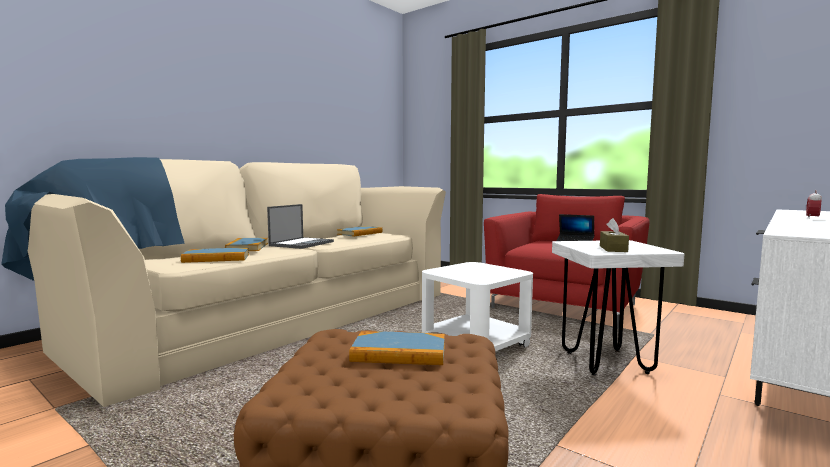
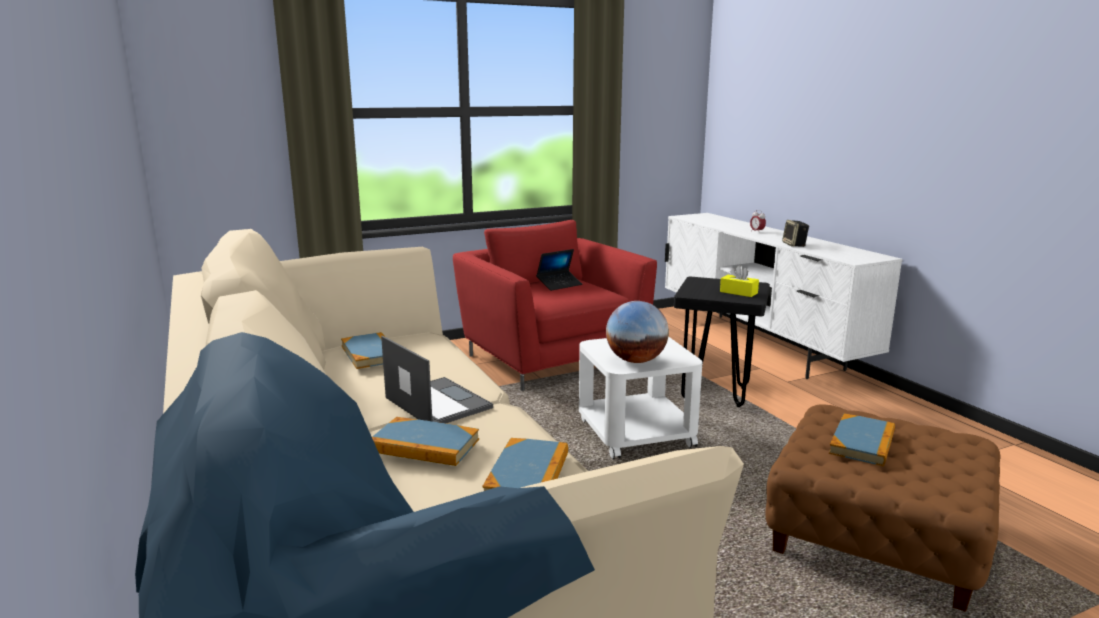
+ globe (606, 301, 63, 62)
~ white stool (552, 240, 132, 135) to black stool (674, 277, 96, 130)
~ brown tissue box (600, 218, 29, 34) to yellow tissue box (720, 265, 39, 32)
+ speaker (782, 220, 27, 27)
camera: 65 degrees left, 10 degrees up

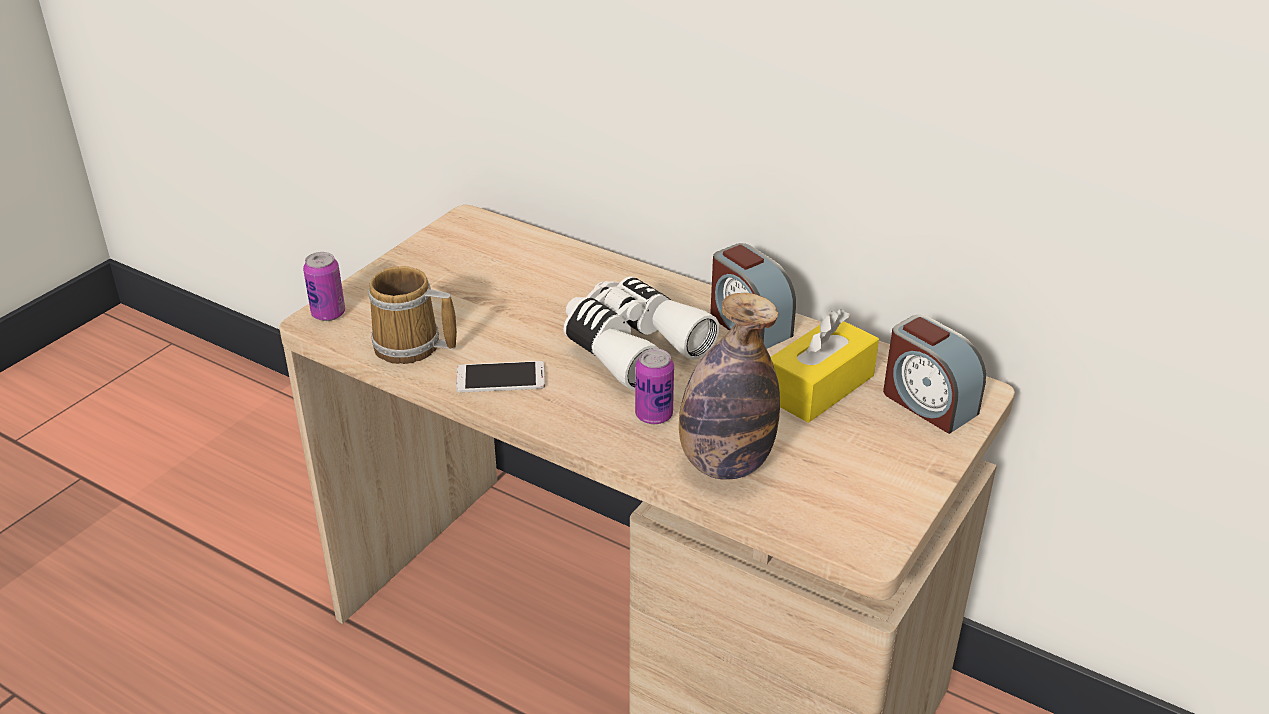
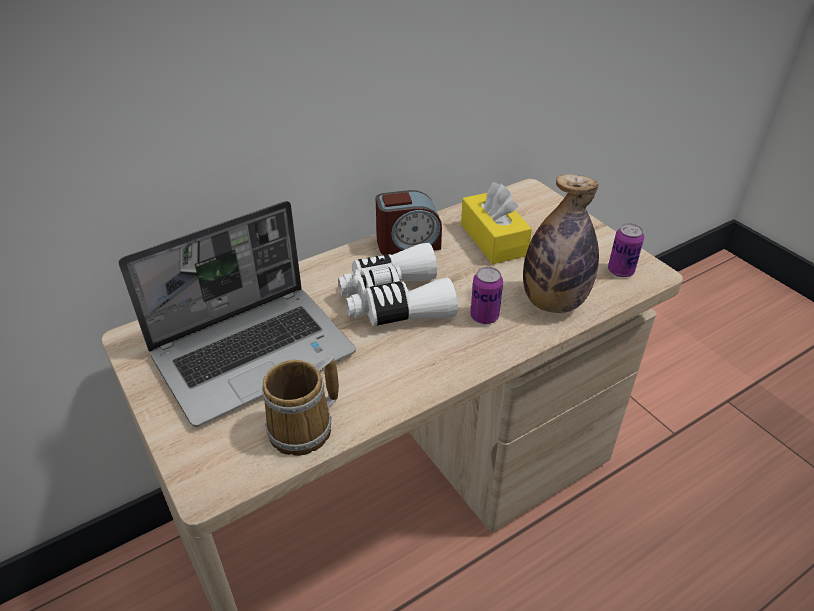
+ laptop (119, 201, 237, 226)
~ can (303, 252, 42, 69) to (608, 223, 36, 54)
- phone (456, 361, 89, 32)
- alarm clock (883, 315, 103, 119)
camera: 65 degrees left, 5 degrees up

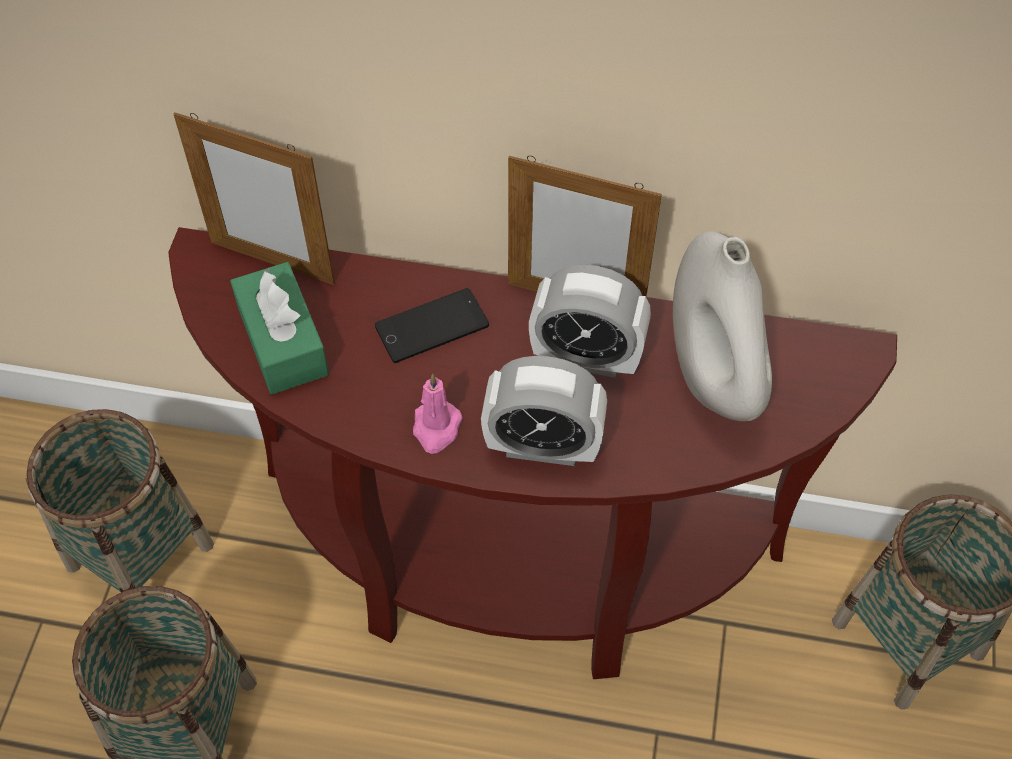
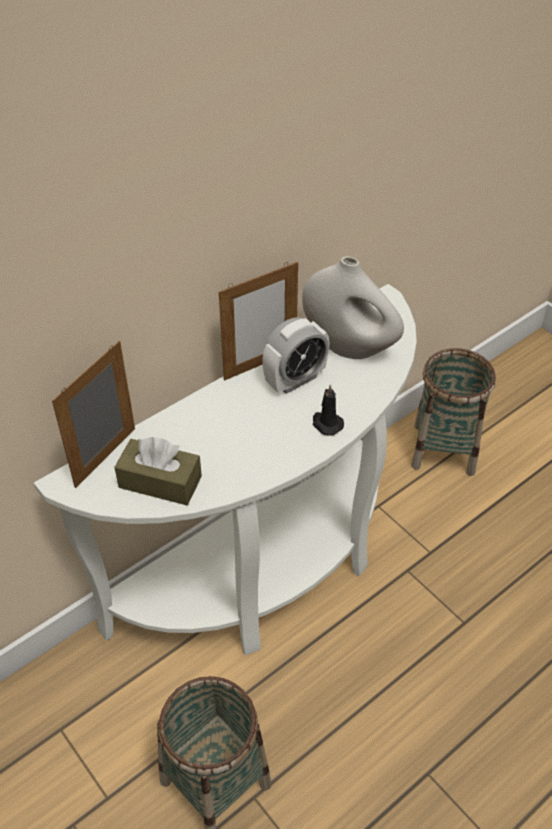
~ brown console table (168, 227, 729, 452) to white console table (34, 284, 383, 371)
~ picture frame (174, 112, 161, 173) = (52, 341, 83, 147) 150 degrees clockwise
~ green tissue box (230, 262, 99, 133) to brown tissue box (114, 437, 88, 68)
~ alarm clock (481, 356, 126, 110) to black candle (313, 385, 31, 51)
- basket (26, 409, 188, 183)
- phone (375, 288, 114, 75)
- pink candle (413, 374, 50, 80)
camera: 50 degrees left, 10 degrees down

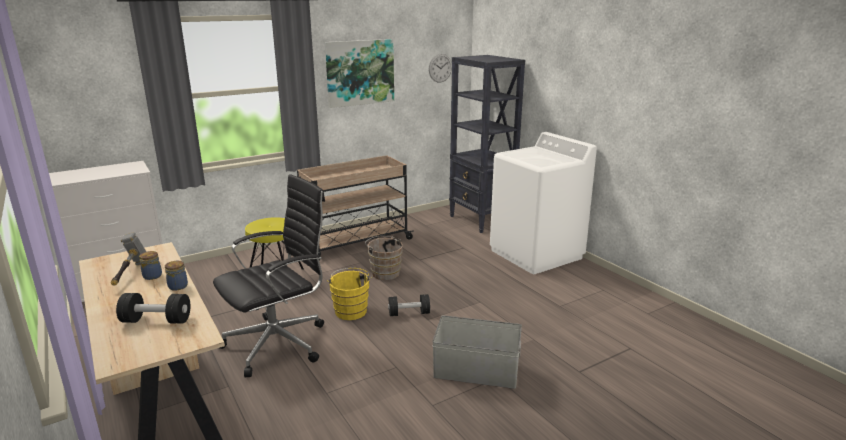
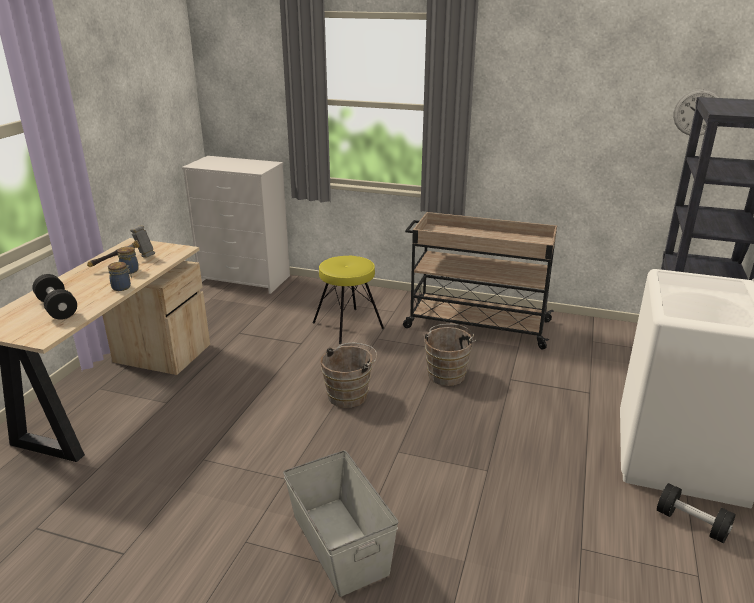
~ yellow bucket (327, 268, 45, 52) to brown bucket (320, 343, 57, 65)
~ black dumbbell (388, 294, 42, 22) to (657, 483, 79, 60)
- black office chair (213, 174, 112, 203)
- picture (325, 39, 69, 69)
camera: 50 degrees right, 5 degrees up

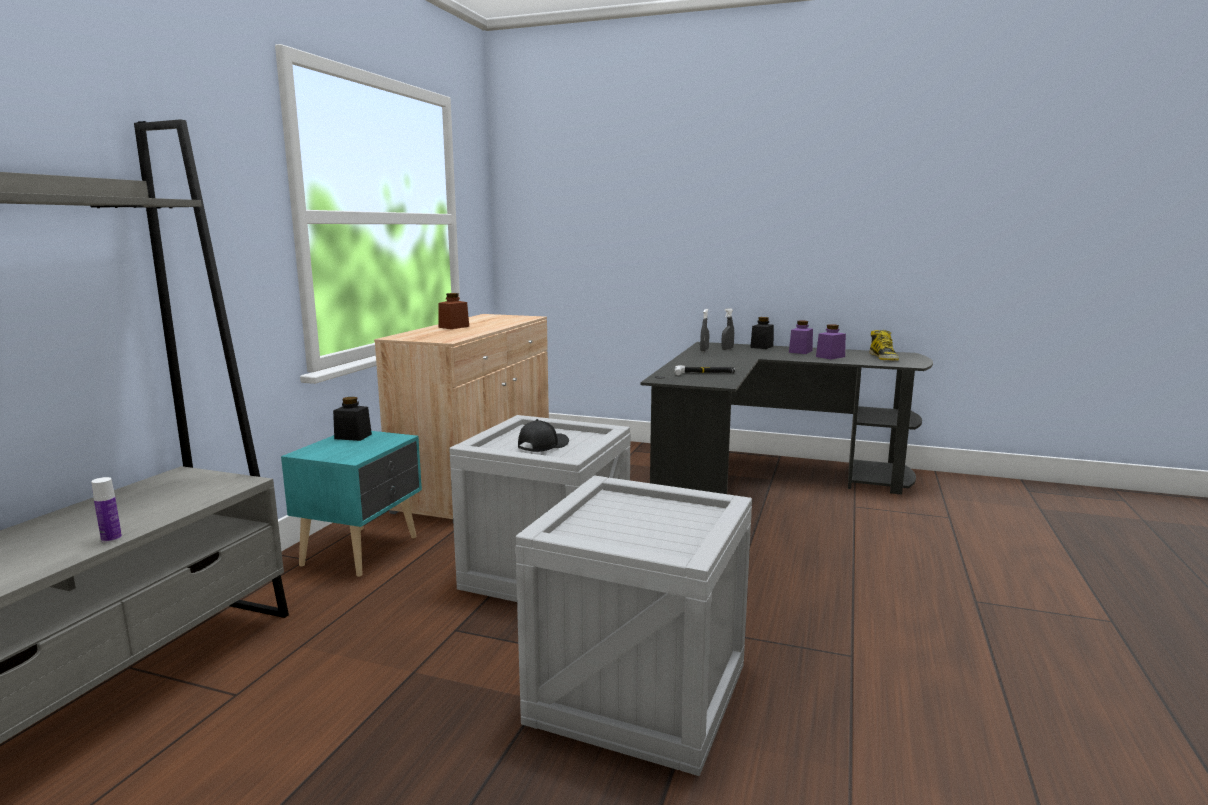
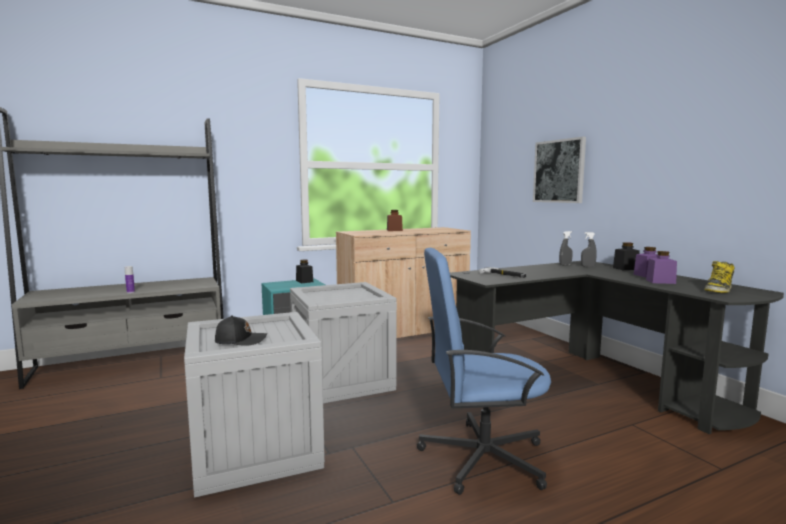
~ black cap (518, 419, 51, 33) to (215, 315, 52, 31)
+ blue office chair (417, 248, 134, 247)
+ picture (533, 137, 53, 66)
camera: 45 degrees right, 5 degrees down

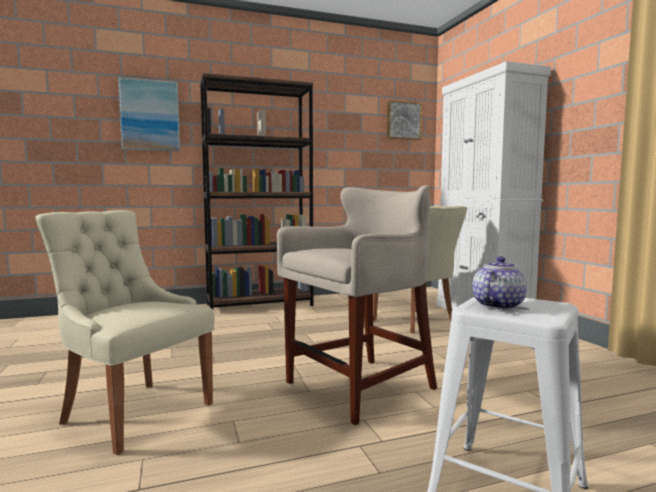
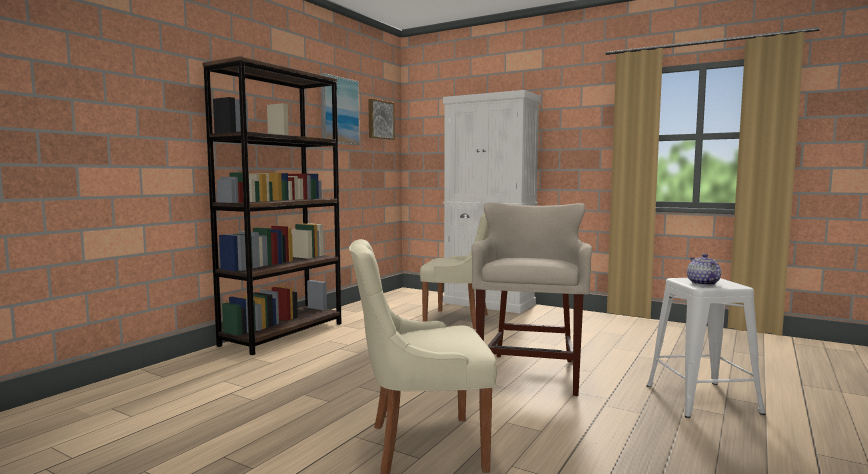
~ picture (118, 77, 62, 74) to (320, 73, 40, 72)
camera: 40 degrees left, 0 degrees up

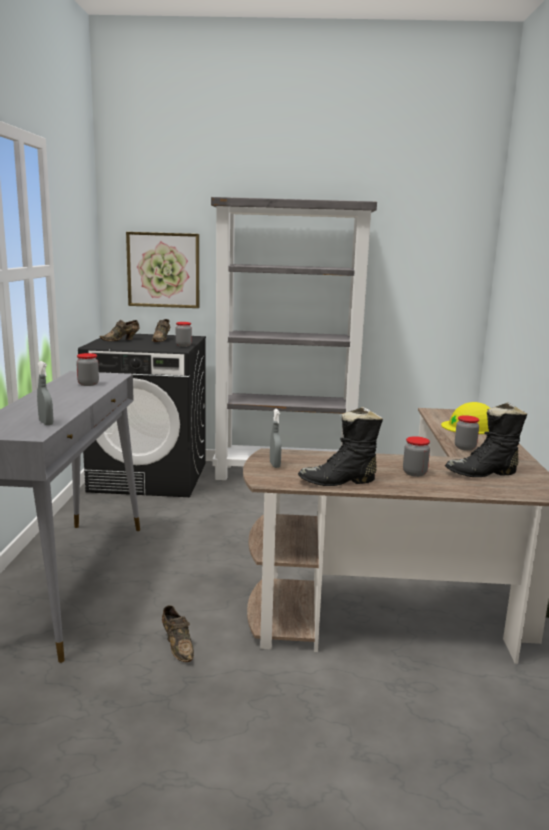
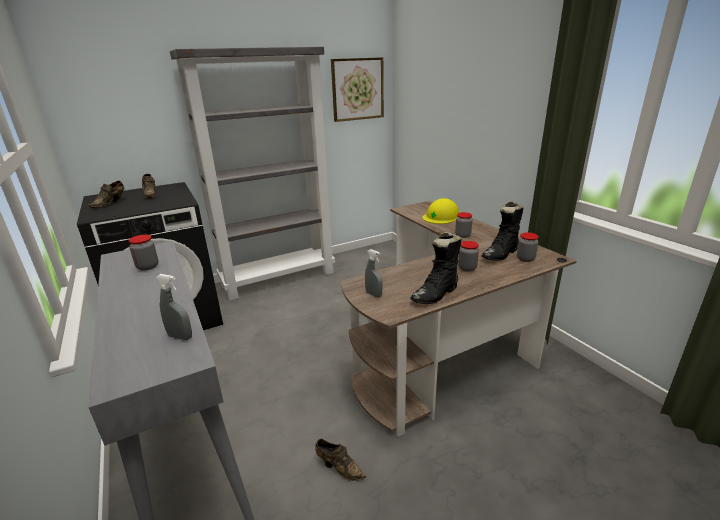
~ picture (126, 232, 73, 76) to (331, 57, 53, 65)
~ jar (176, 322, 16, 25) to (517, 232, 22, 30)
camera: 30 degrees left, 10 degrees up

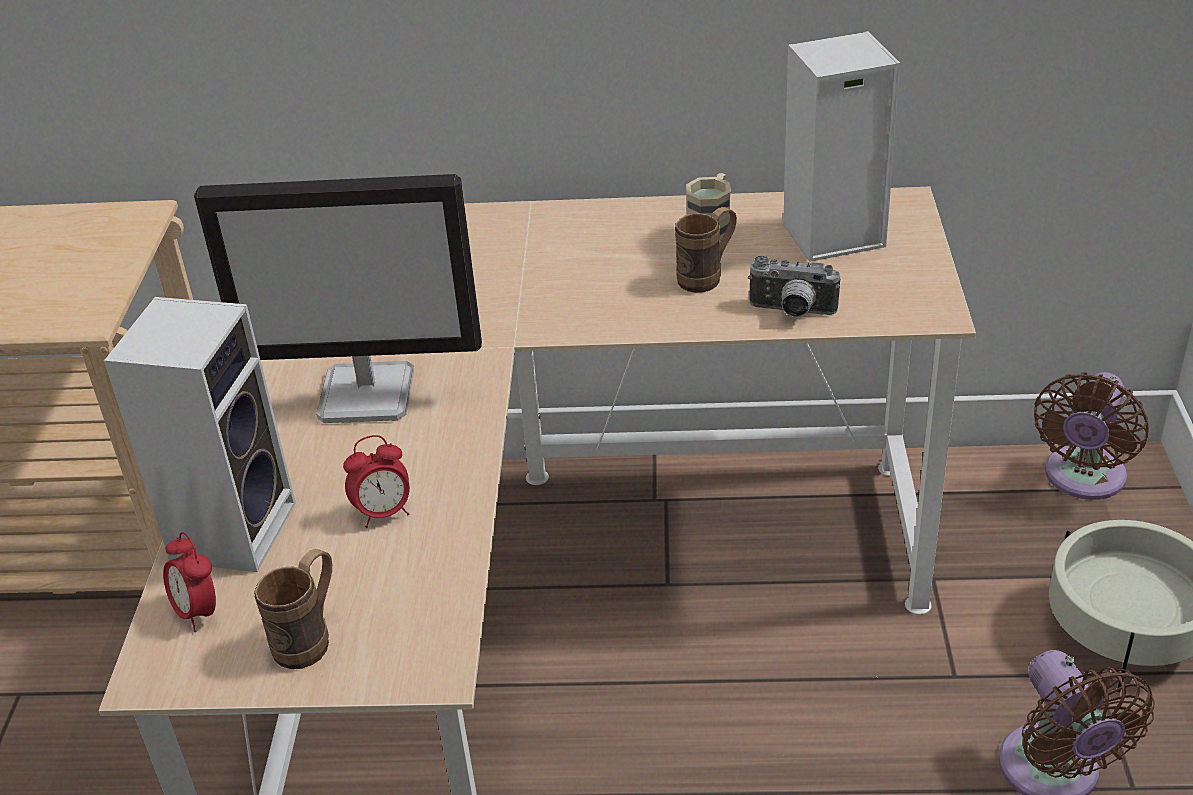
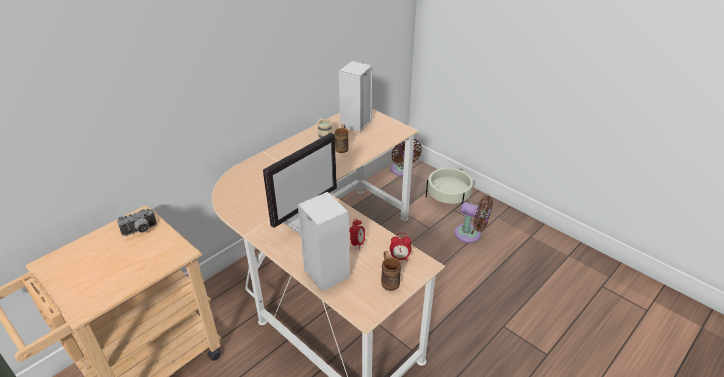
~ photo camera (748, 256, 92, 61) to (117, 209, 40, 27)
~ alarm clock (163, 532, 53, 100) to (390, 233, 22, 29)
camera: 50 degrees left, 0 degrees up

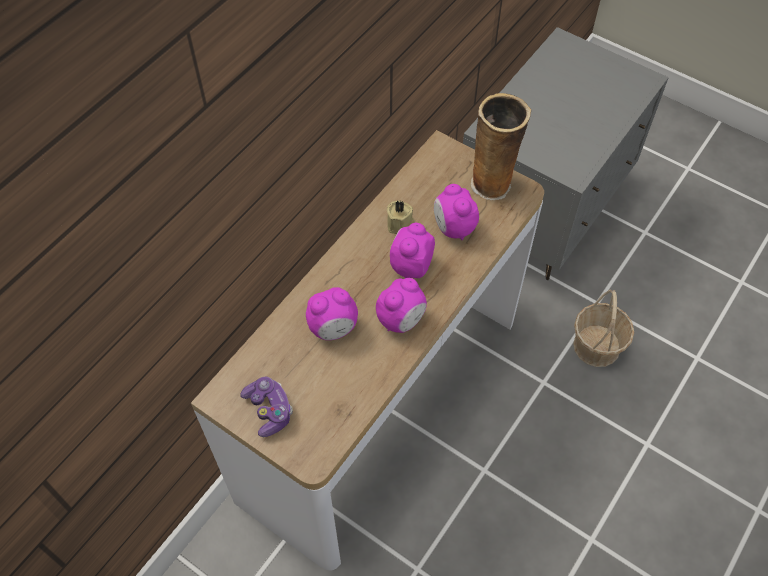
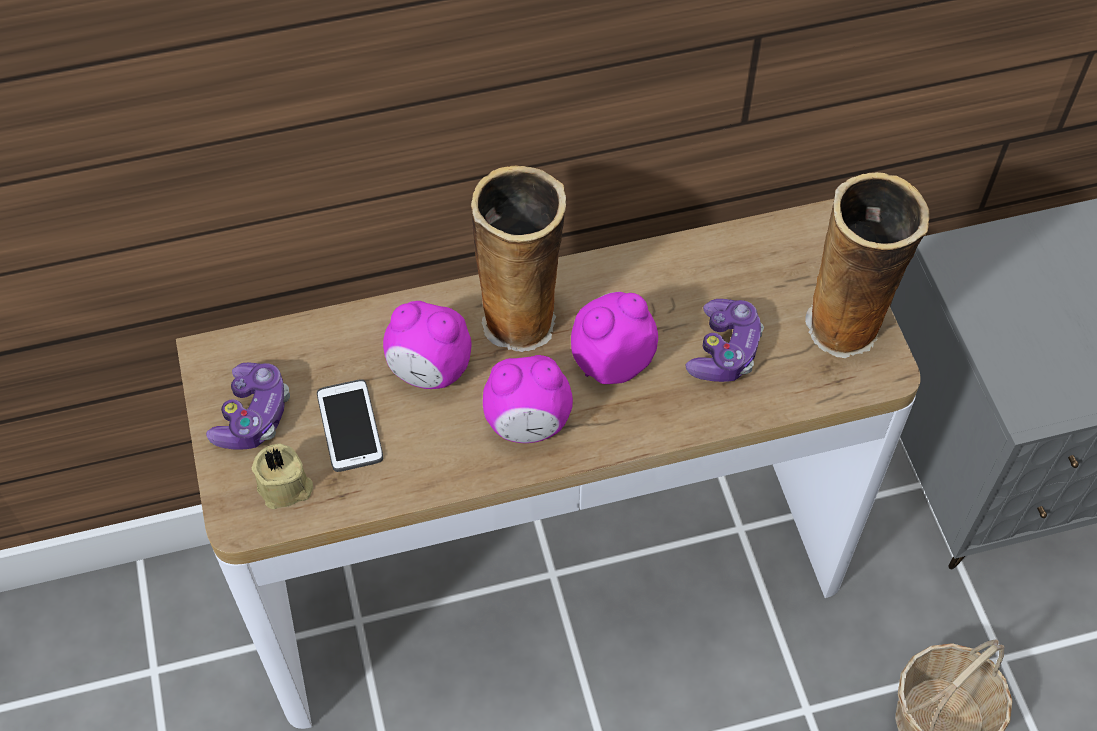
~ beige candle (387, 201, 28, 33) to (252, 444, 61, 65)
+ phone (317, 379, 66, 93)
+ vase (471, 166, 95, 186)
~ alarm clock (434, 184, 45, 56) to game controller (685, 299, 79, 83)
camera: 40 degrees right, 0 degrees up

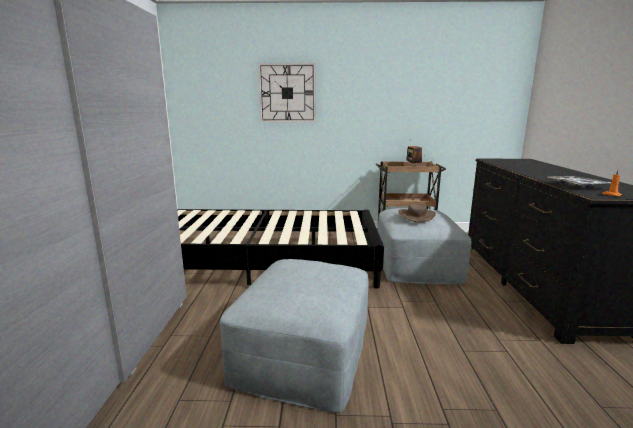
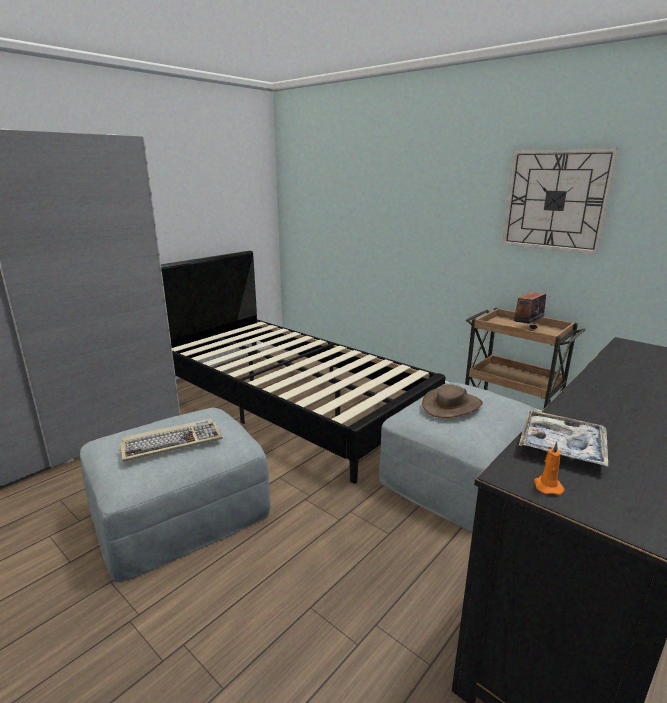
+ keyboard (120, 419, 103, 43)
~ wall clock (258, 63, 58, 59) to (502, 148, 117, 106)
camera: 40 degrees right, 5 degrees up

